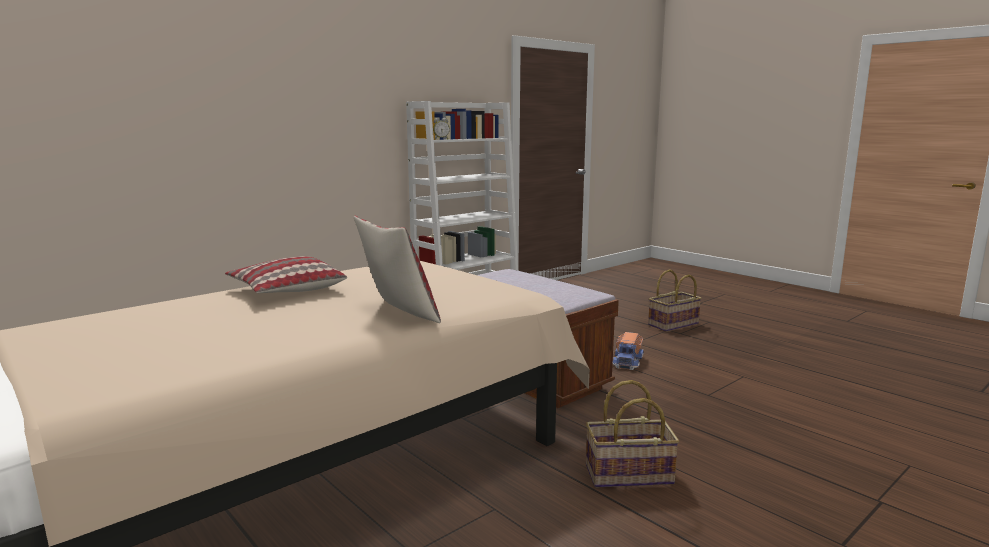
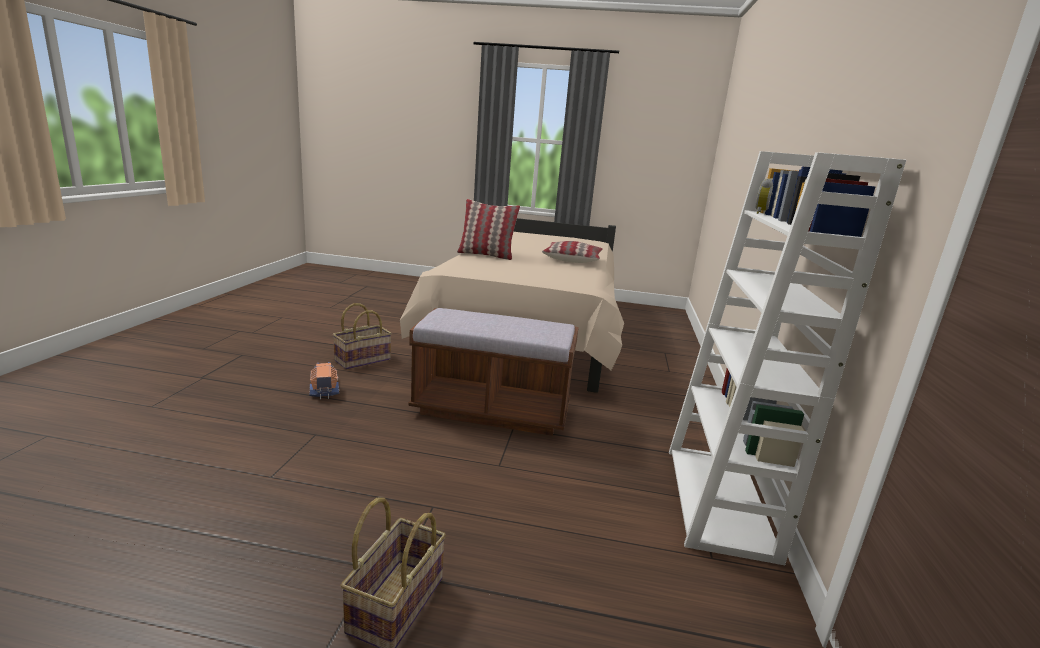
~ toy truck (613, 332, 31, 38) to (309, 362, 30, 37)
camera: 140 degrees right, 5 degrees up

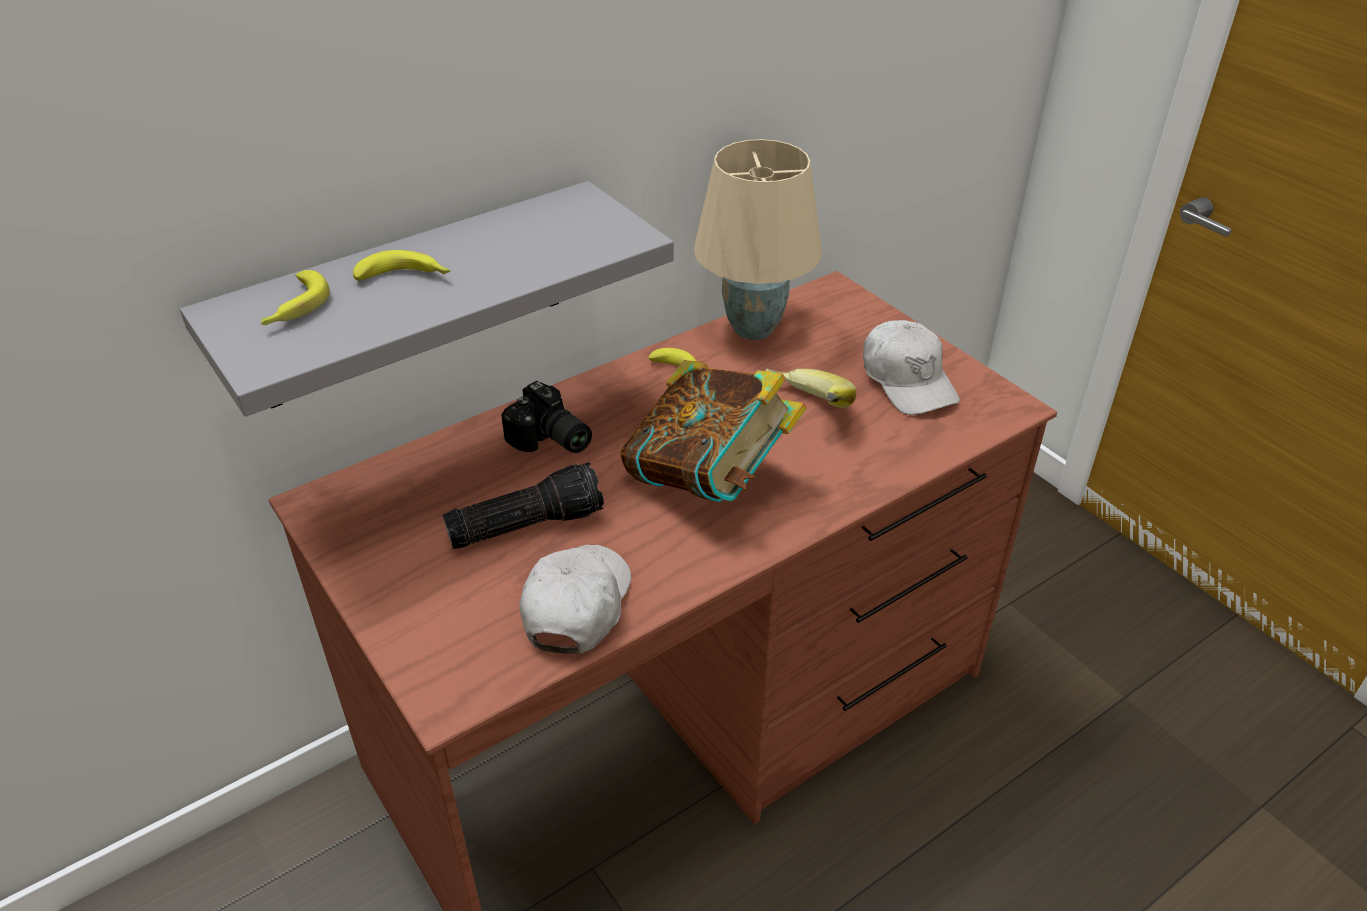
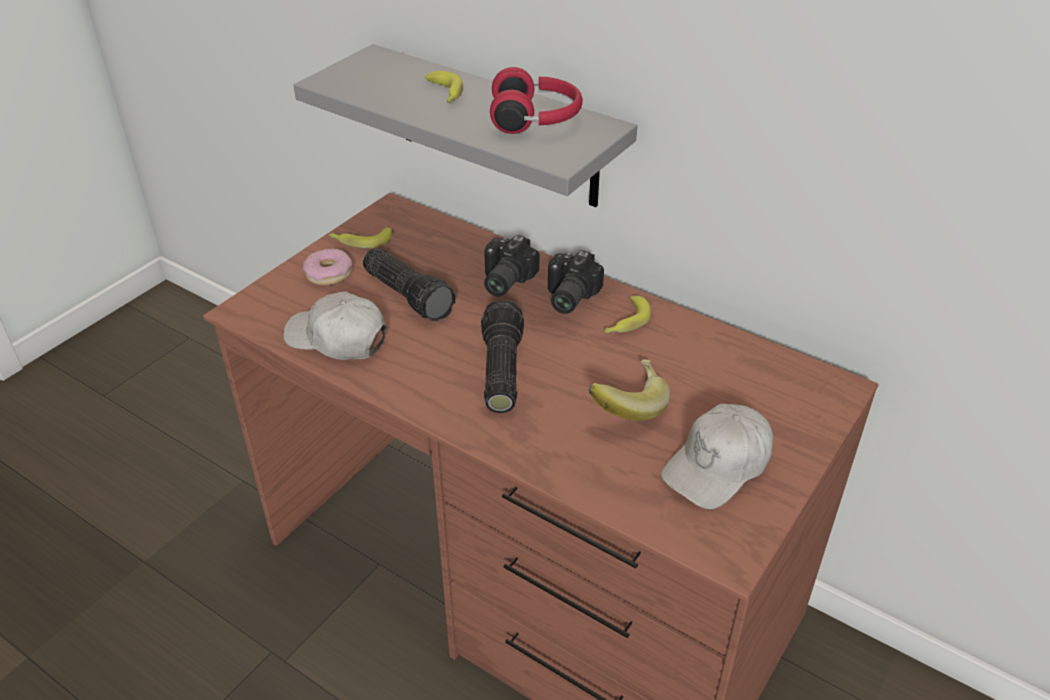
~ white cap (520, 545, 111, 108) = (283, 291, 103, 69) 150 degrees counterclockwise
+ donut (303, 249, 50, 37)
~ banana (261, 270, 69, 55) to (328, 227, 64, 22)
~ book (620, 360, 187, 142) to flashlight (481, 300, 43, 113)
+ red headphones (490, 67, 93, 67)
+ photo camera (548, 250, 56, 64)
- beige table lamp (694, 139, 128, 201)
camera: 70 degrees right, 0 degrees up

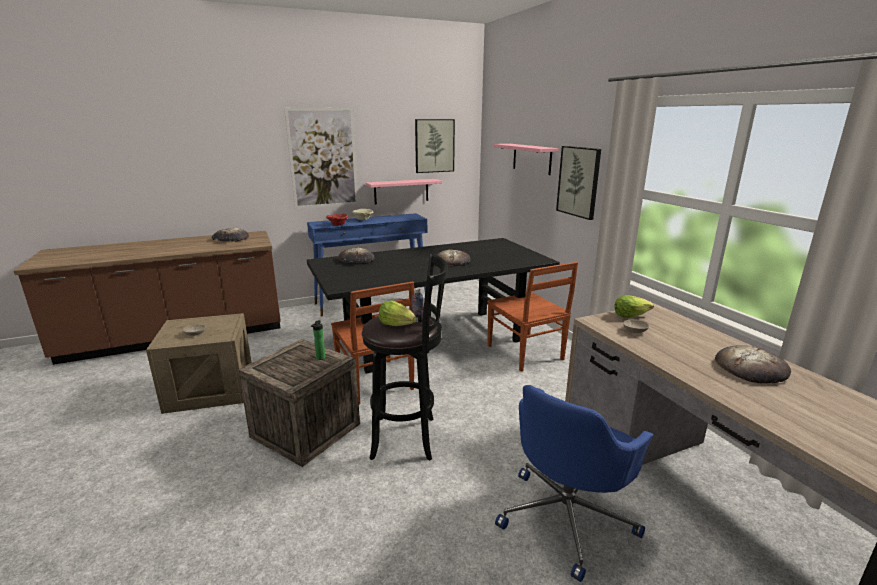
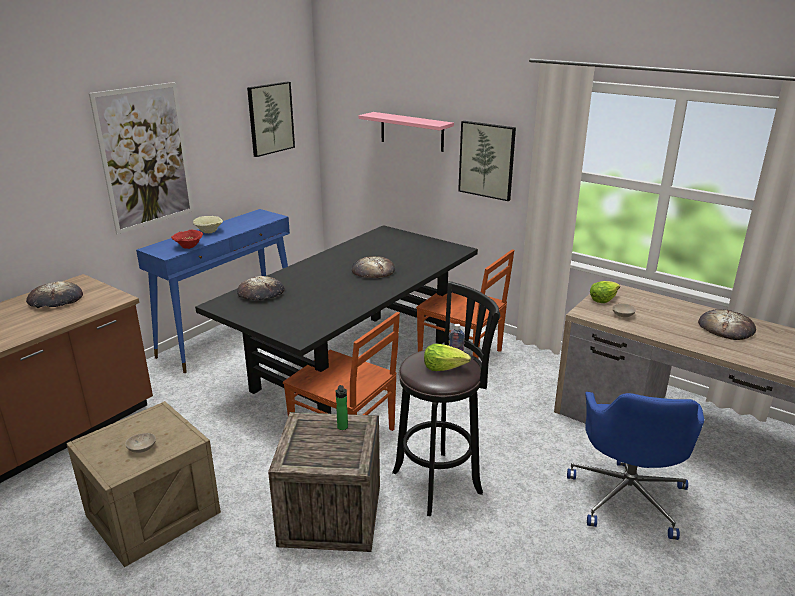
- pink shelf (366, 179, 76, 25)
camera: 30 degrees left, 5 degrees up

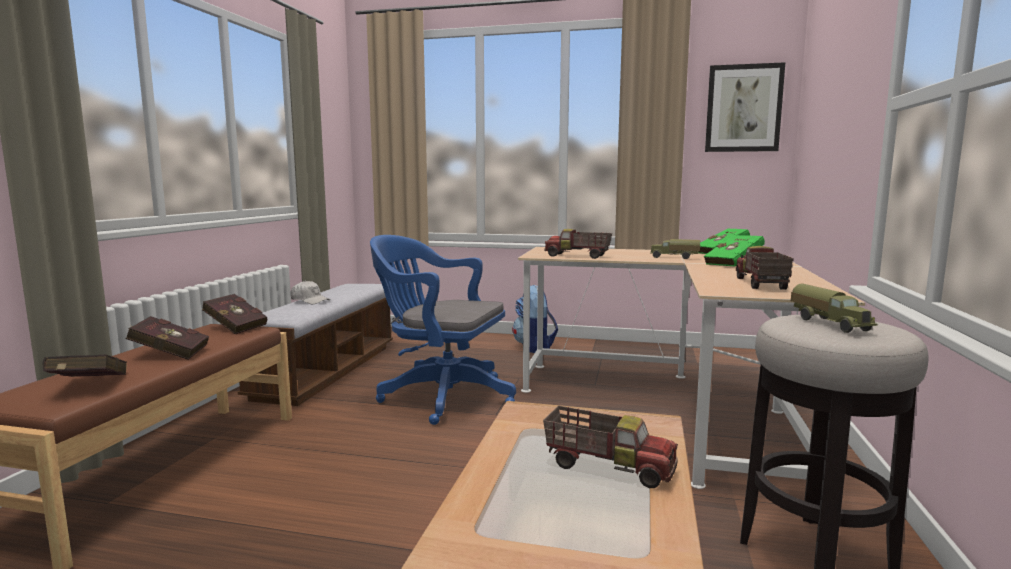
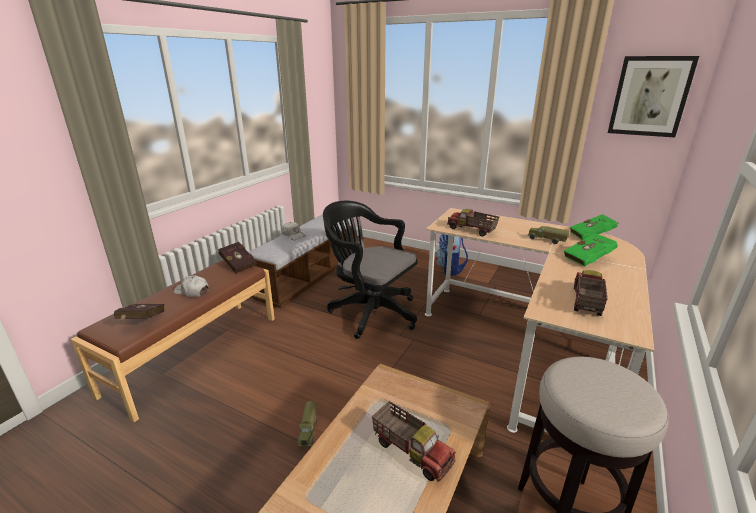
~ red book (126, 316, 83, 44) to white cap (174, 275, 35, 22)
~ toy truck (791, 283, 87, 50) to (297, 401, 20, 46)
~ blue office chair (370, 235, 146, 190) to black office chair (323, 201, 95, 138)
camera: 15 degrees right, 15 degrees up

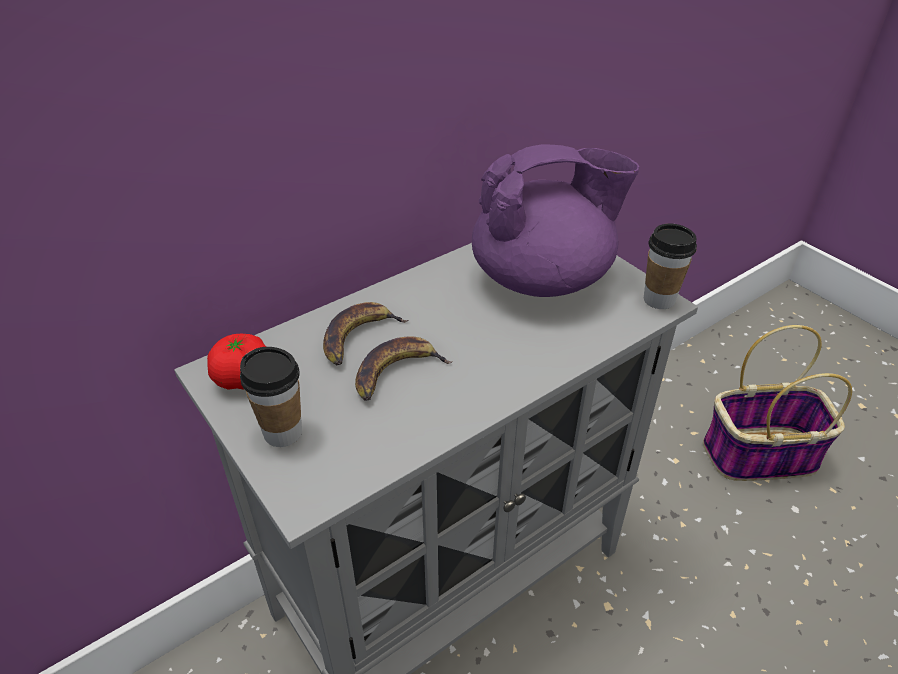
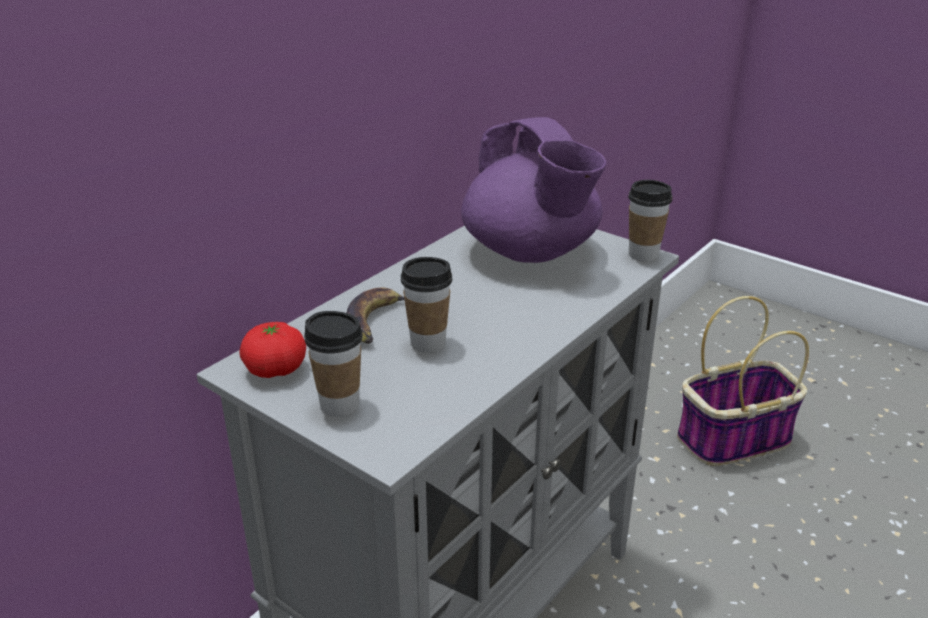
~ banana (355, 336, 97, 65) to cup (401, 257, 51, 95)
~ purple teapot (472, 144, 167, 153) = (461, 117, 145, 146) 90 degrees clockwise
camera: 15 degrees left, 10 degrees down

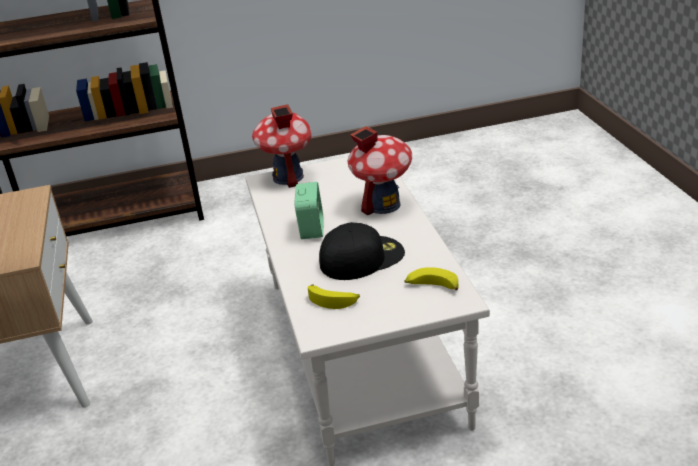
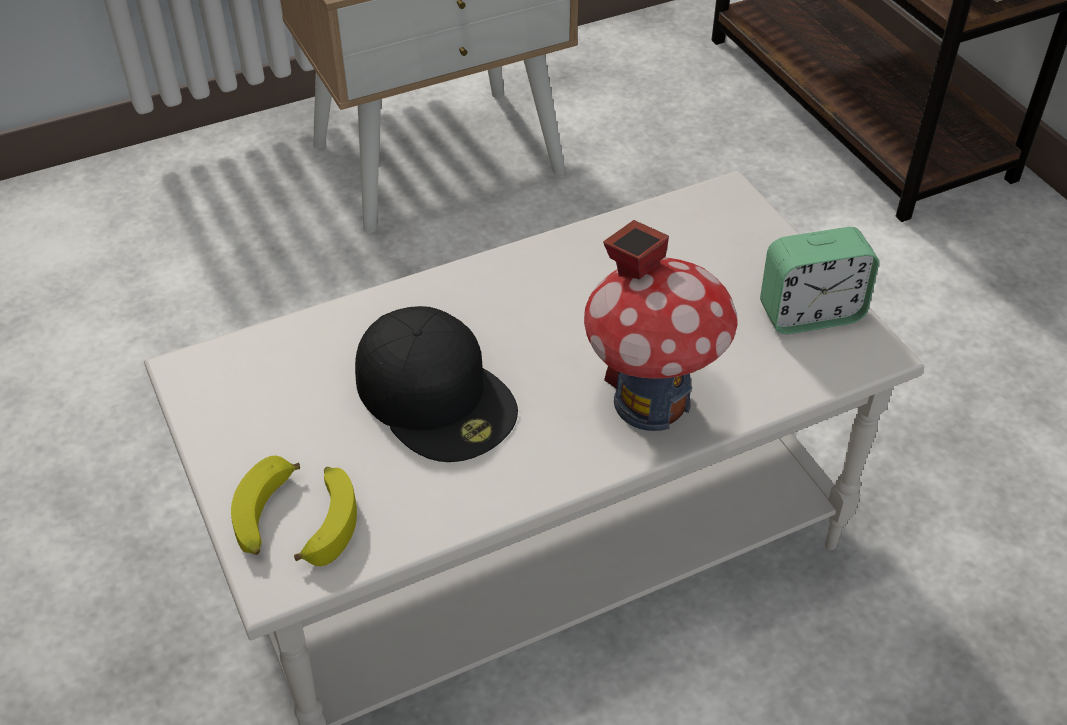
~ banana (308, 284, 52, 25) to (231, 456, 69, 99)
~ alarm clock (295, 182, 29, 57) to (760, 227, 119, 107)
- toy house (252, 104, 60, 84)
camera: 75 degrees right, 15 degrees up

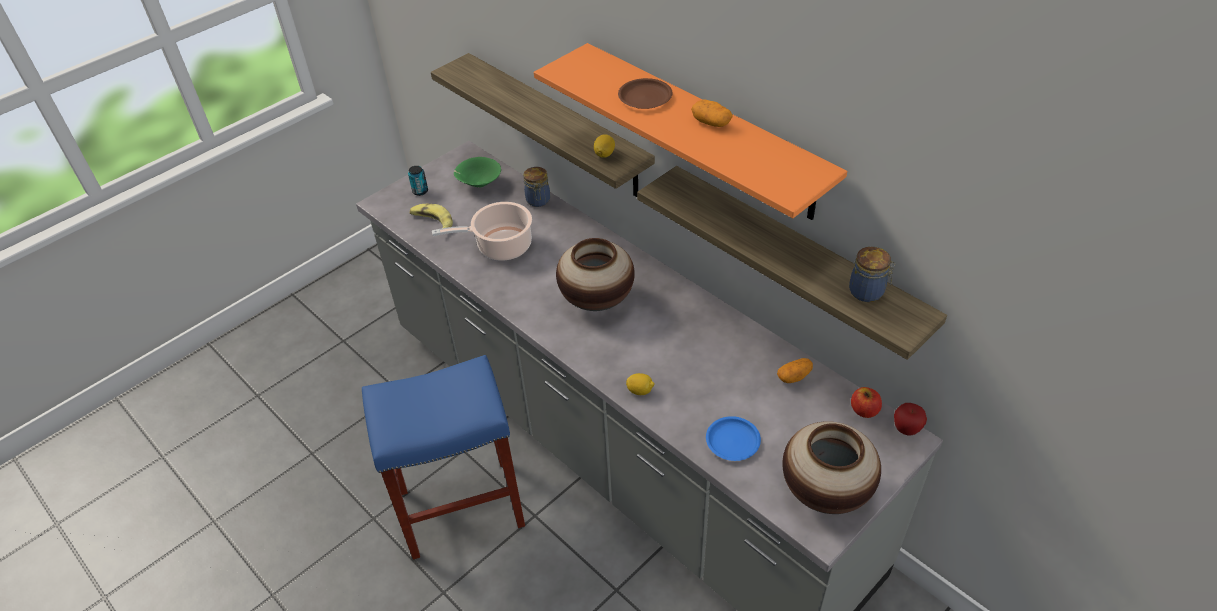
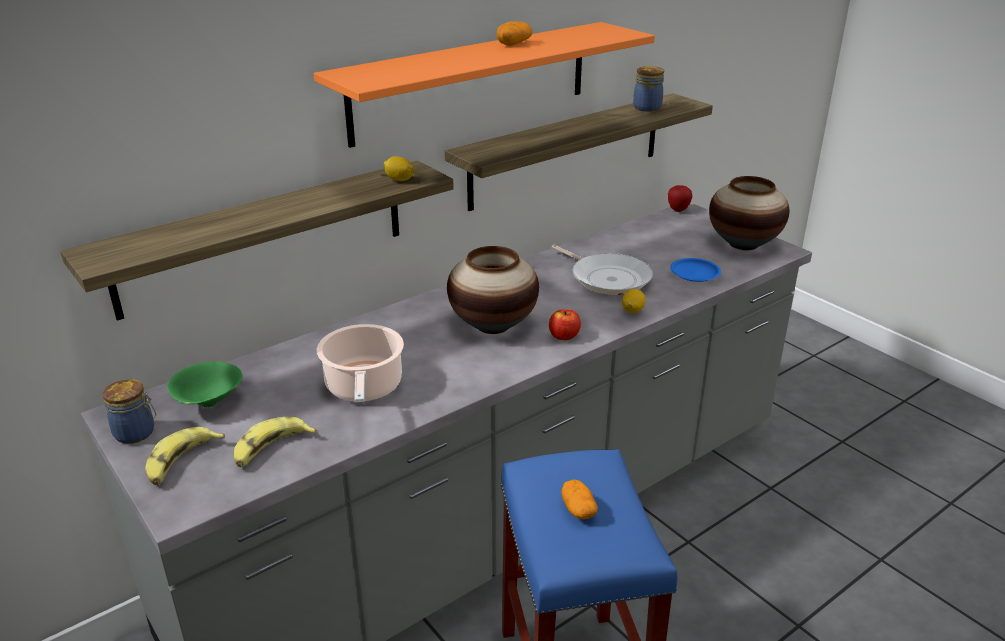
~ jar (523, 167, 27, 40) to (103, 379, 53, 65)
~ can (408, 166, 20, 30) to banana (145, 427, 80, 58)
~ apple (851, 387, 31, 31) to (549, 309, 32, 32)
+ frying pan (551, 245, 102, 50)
~ potato (777, 358, 36, 25) to (561, 480, 37, 39)
- brown plate (618, 78, 55, 31)
camera: 85 degrees left, 15 degrees down

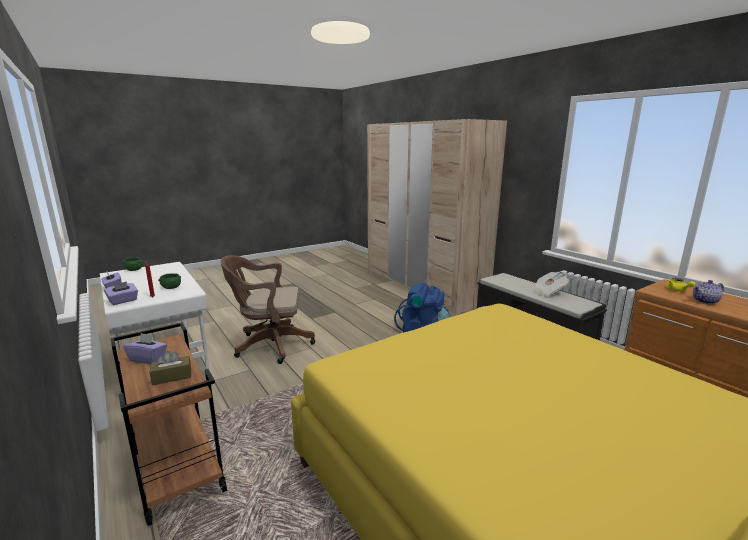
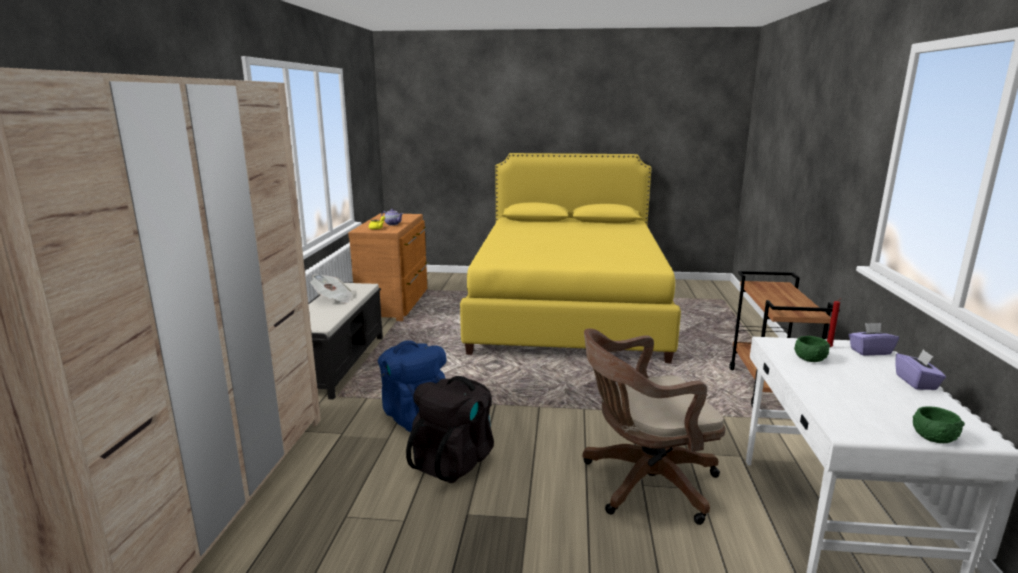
+ black backpack (406, 376, 88, 107)
~ brown office chair (220, 256, 95, 108) = (582, 328, 143, 197) 135 degrees clockwise
- purple tissue box (123, 333, 44, 31)
- brown tissue box (150, 351, 41, 34)
camera: 140 degrees left, 0 degrees up

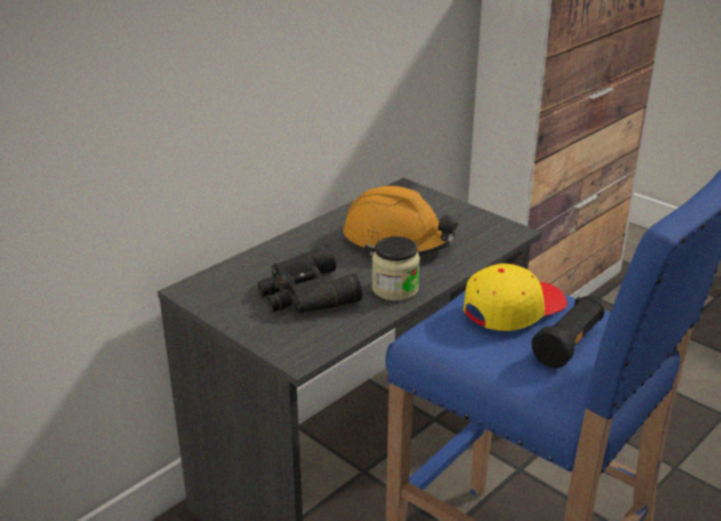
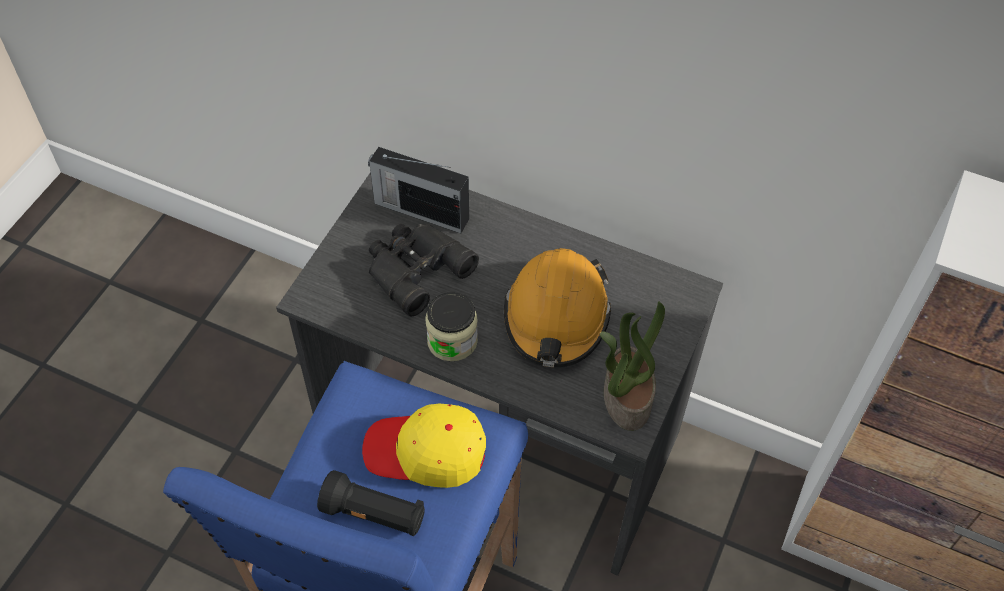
~ yellow cap (463, 263, 104, 68) = (362, 404, 124, 84) 150 degrees clockwise
+ radio (368, 147, 101, 86)
+ potted plant (600, 301, 65, 130)
camera: 70 degrees right, 25 degrees up

